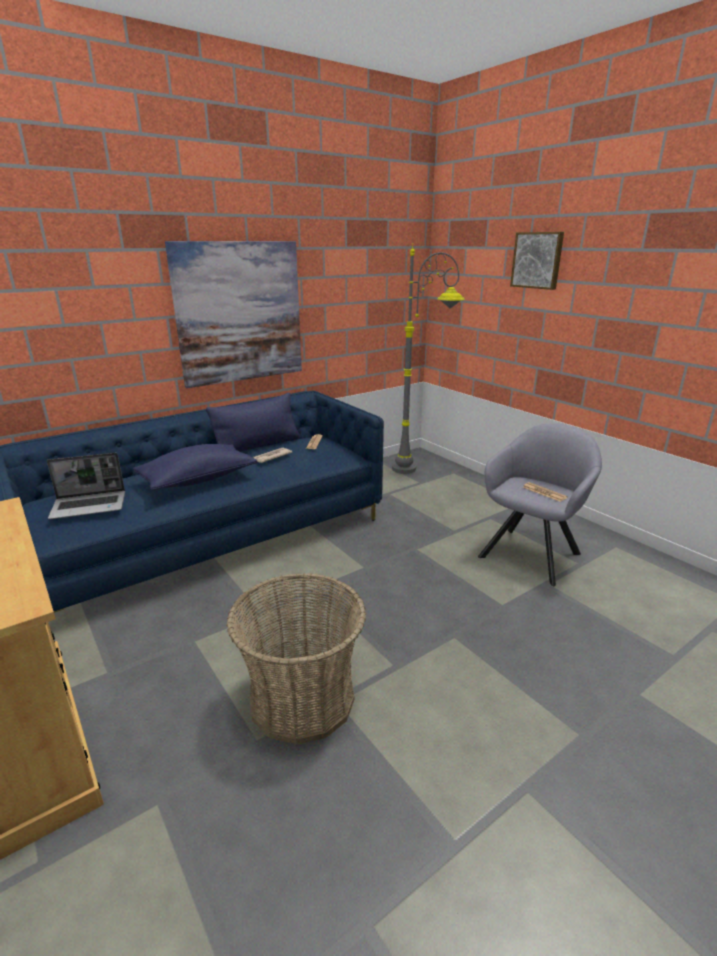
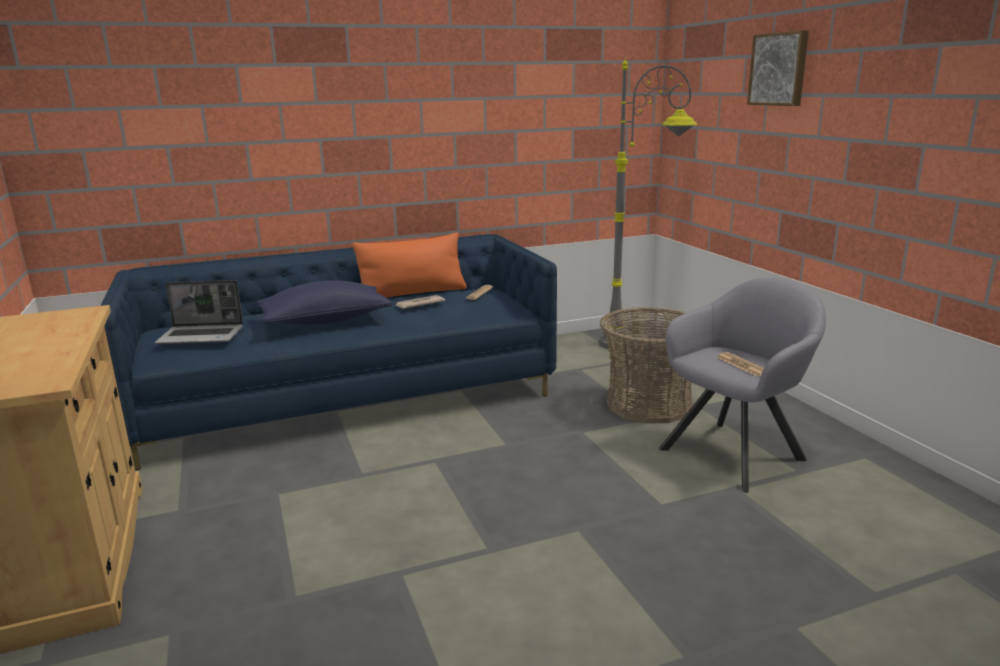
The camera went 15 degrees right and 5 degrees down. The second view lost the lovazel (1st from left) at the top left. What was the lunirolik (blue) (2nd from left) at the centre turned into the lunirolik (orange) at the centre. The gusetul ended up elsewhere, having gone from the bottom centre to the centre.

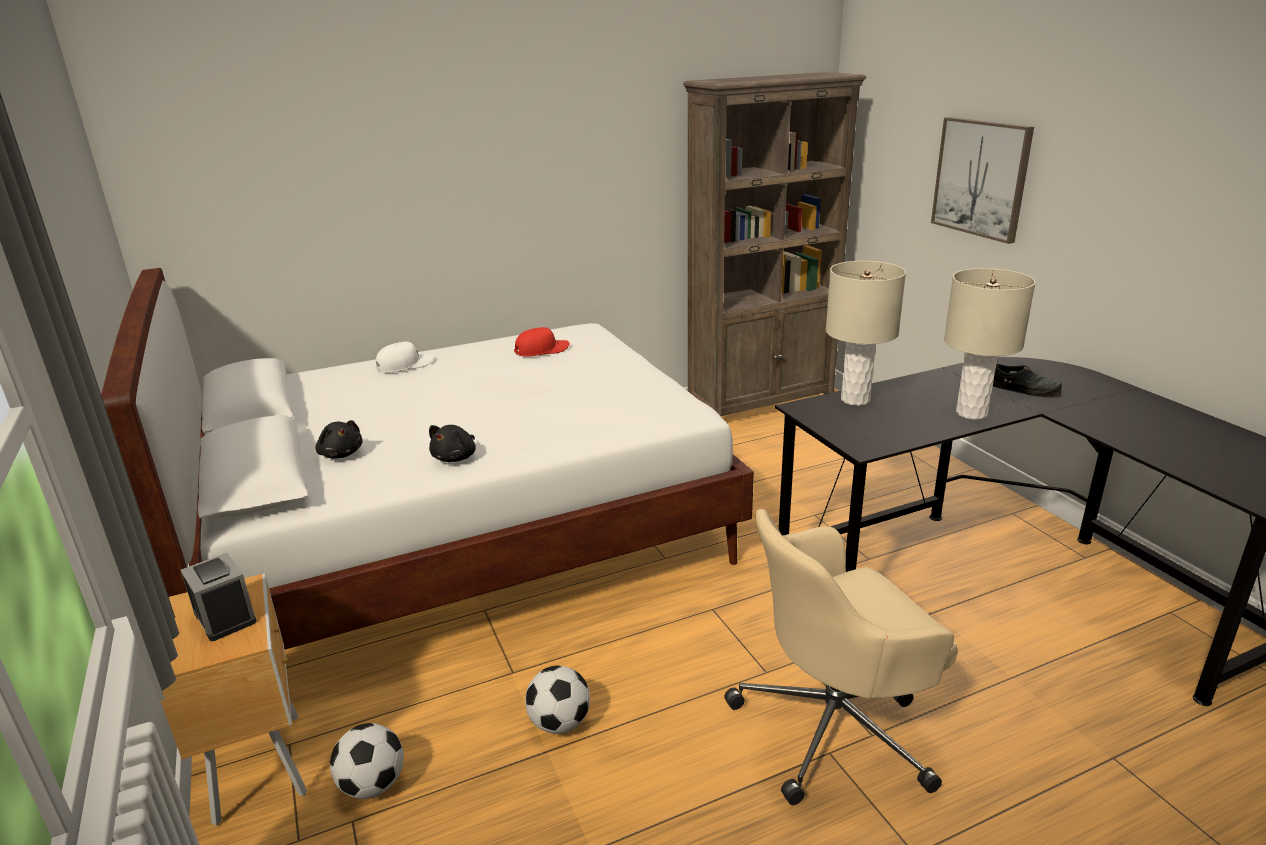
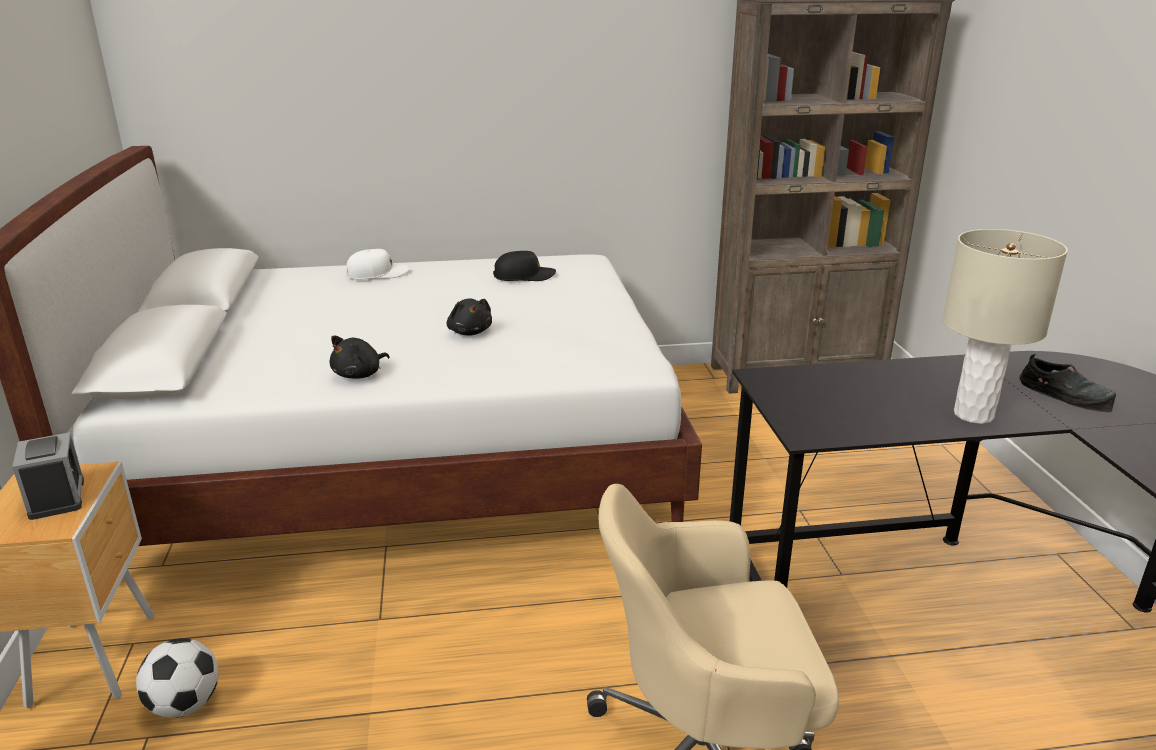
The camera went 15 degrees right and 0 degrees up. The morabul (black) (1st from left in the first image) ended up elsewhere, having gone from the middle left to the centre. What was the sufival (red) at the centre turned into the sufival (black) at the centre. The second view lost the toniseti (2nd from left) at the bottom centre. The second view lost the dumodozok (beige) (1st from left) at the middle right. The second view lost the lovazel at the top right.

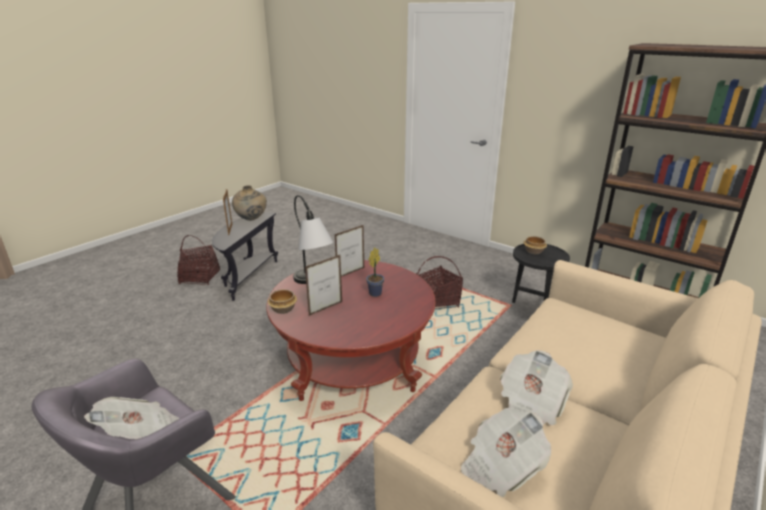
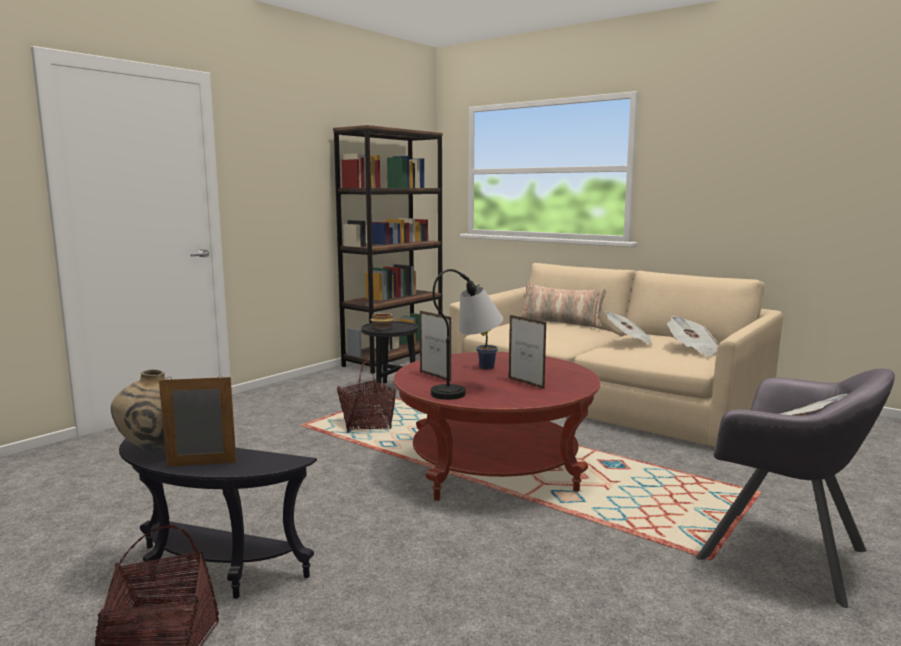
The camera went 90 degrees left and 15 degrees down. The second view lost the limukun (1st from left) at the centre. The second view gained the lunirolik at the centre.

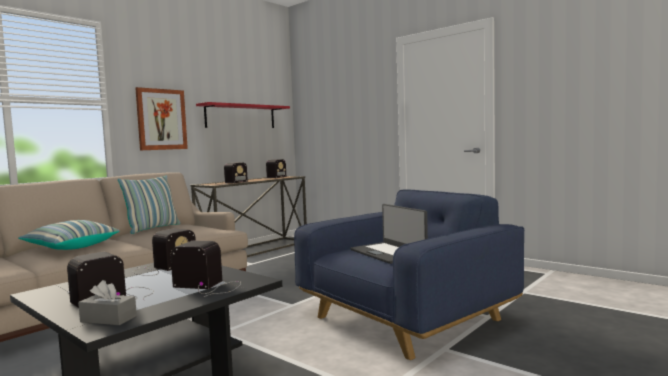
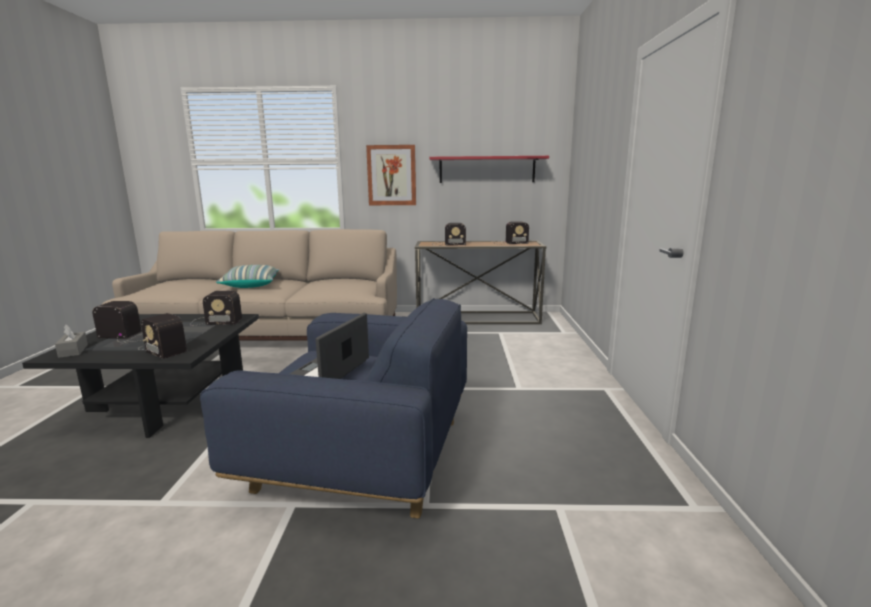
The camera went 50 degrees right and 10 degrees up. The second view lost the lunirolik (2nd from left) at the middle left. The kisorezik (3rd from left in the first image) at the bottom left ended up facing another way, 150 degrees clockwise from before.

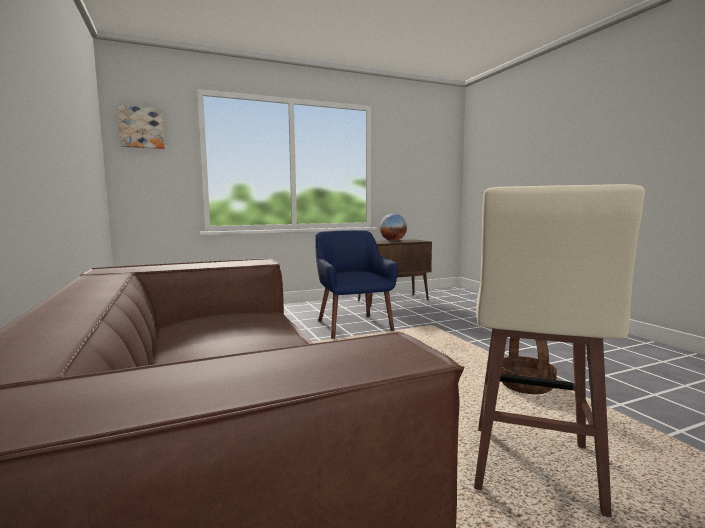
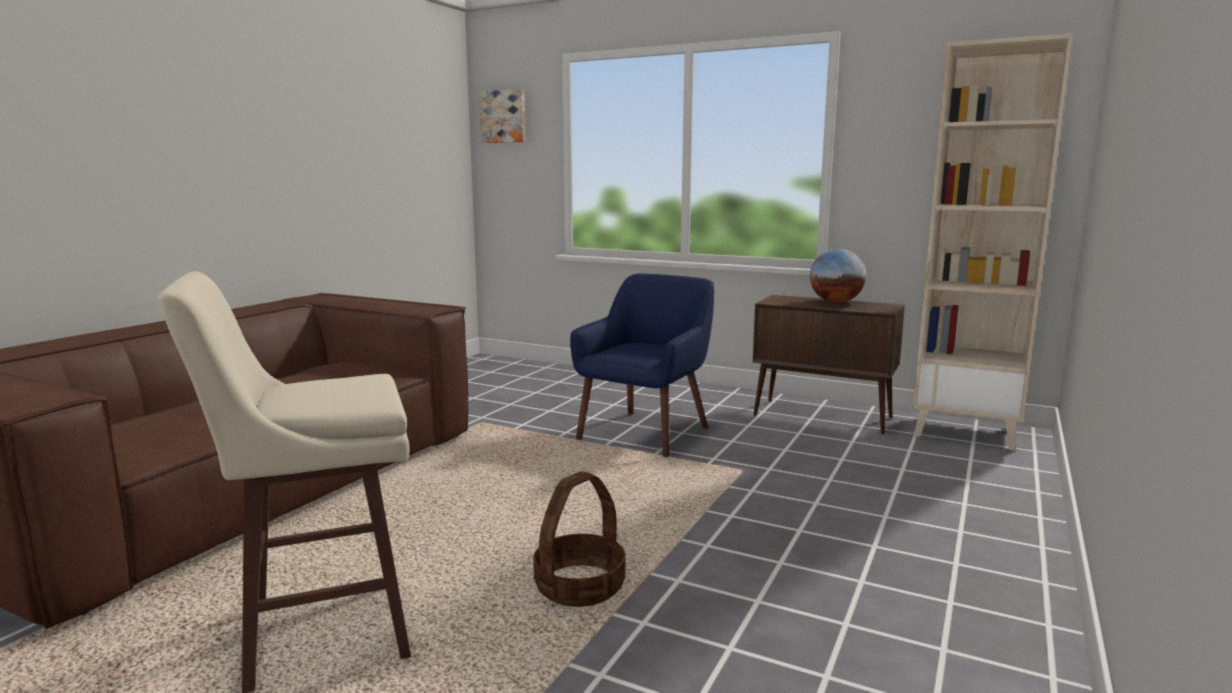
The camera went 50 degrees right and 5 degrees up. The second view gained the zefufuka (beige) at the middle right.

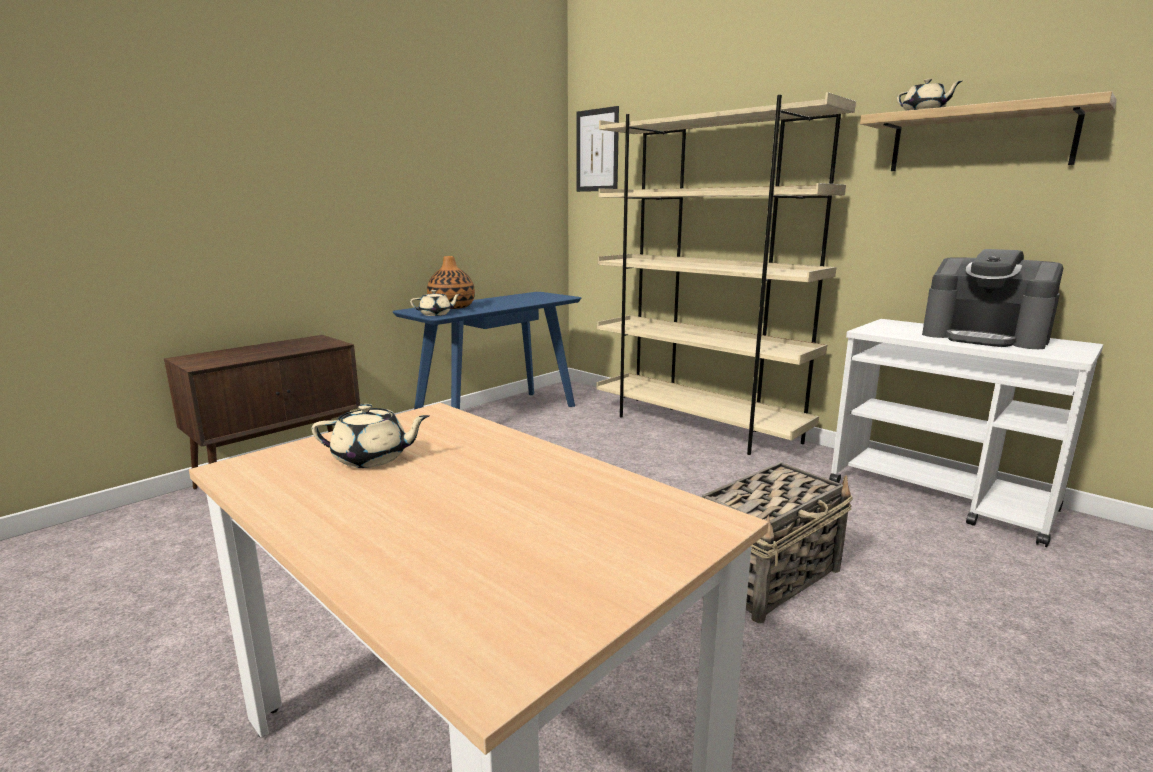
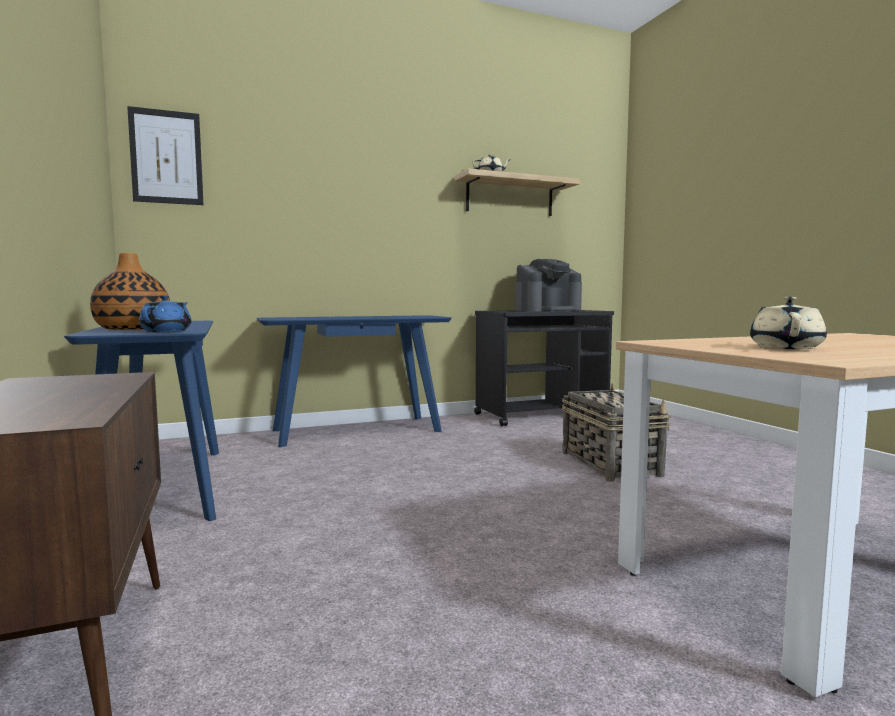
The camera went 65 degrees left and 10 degrees down. What was the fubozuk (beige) (2nd from left) at the centre turned into the fubozuk (blue) at the middle left. Where the zefufuka (beige) stood at the centre, the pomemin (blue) (2nd from left) came to stand at the centre. What was the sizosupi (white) at the middle right turned into the sizosupi (black) at the centre.

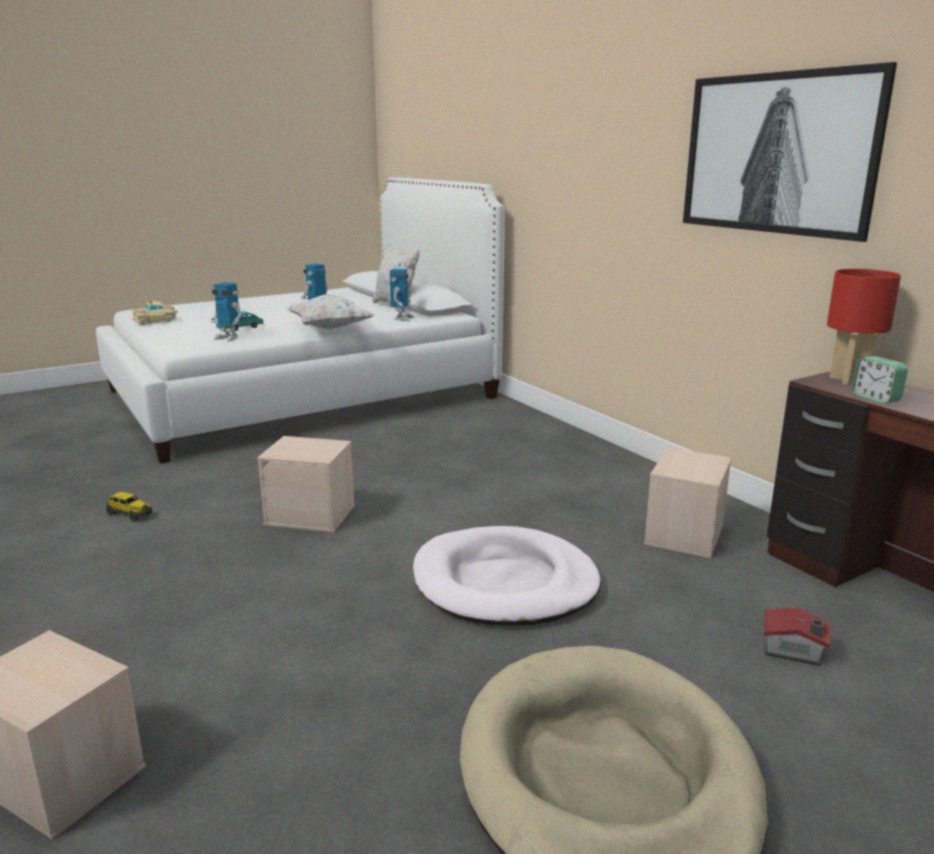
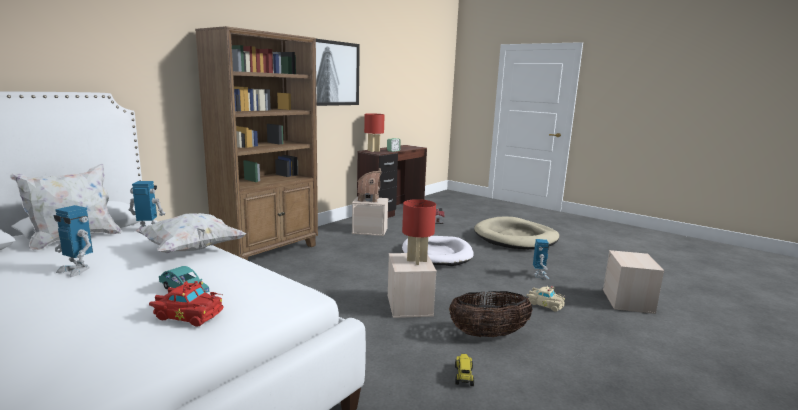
The camera went 110 degrees left and 5 degrees down. The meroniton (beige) ended up elsewhere, having gone from the middle left to the bottom right. The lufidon (1st from left in the first image) ended up elsewhere, having gone from the middle left to the middle right. The second view gained the meroniton (red) at the bottom left. The second view gained the zefufuka (brown) at the middle left. The second view gained the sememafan (1st from left) at the centre. The second view gained the dumodozok (red) (2nd from left) at the centre. The second view gained the gusetul at the bottom centre.

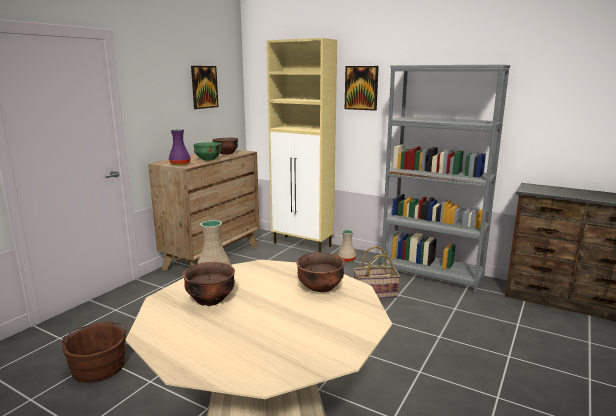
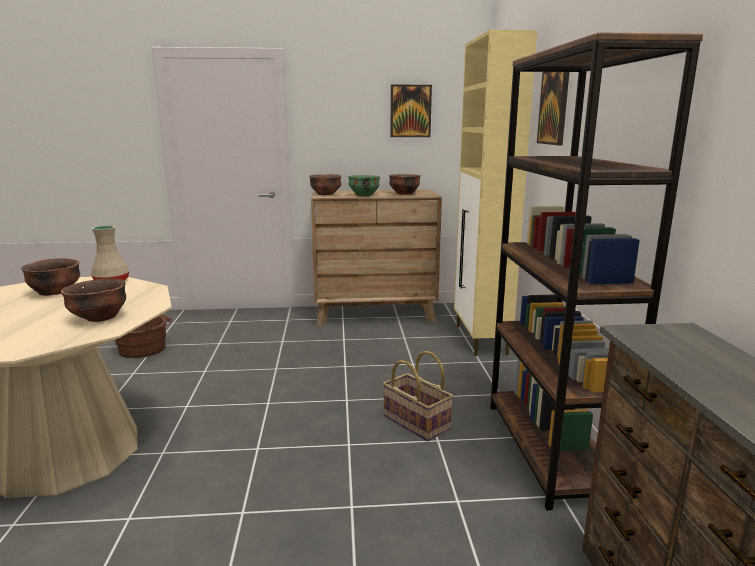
The camera went 55 degrees right and 0 degrees up. Where the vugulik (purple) stood at the middle left, the limukun (brown) (3rd from left) came to stand at the top centre. The second view lost the vugulik (beige) (2nd from left) at the centre. What was the zefufuka (grey) at the middle right turned into the zefufuka (brown) at the middle right.

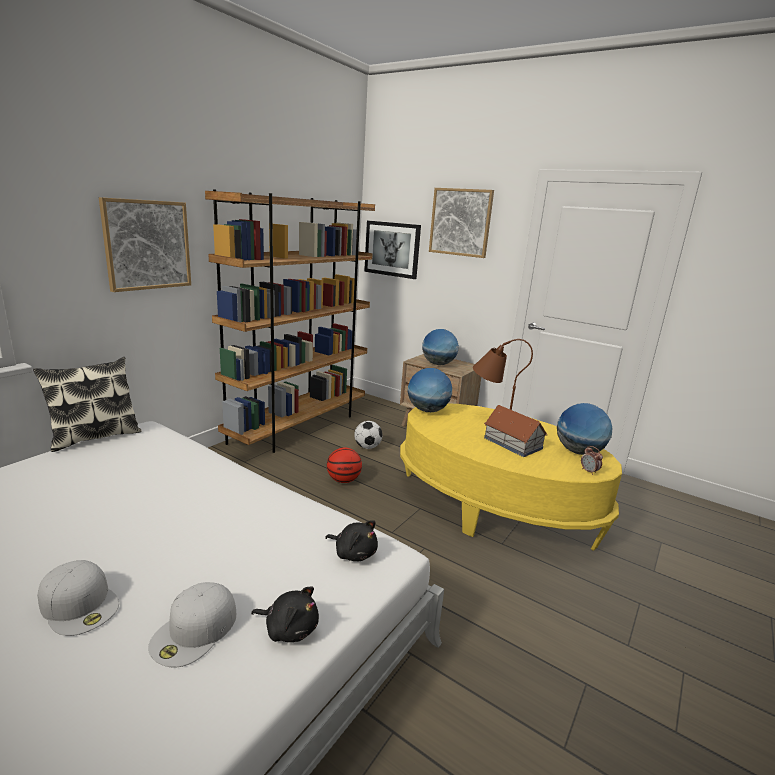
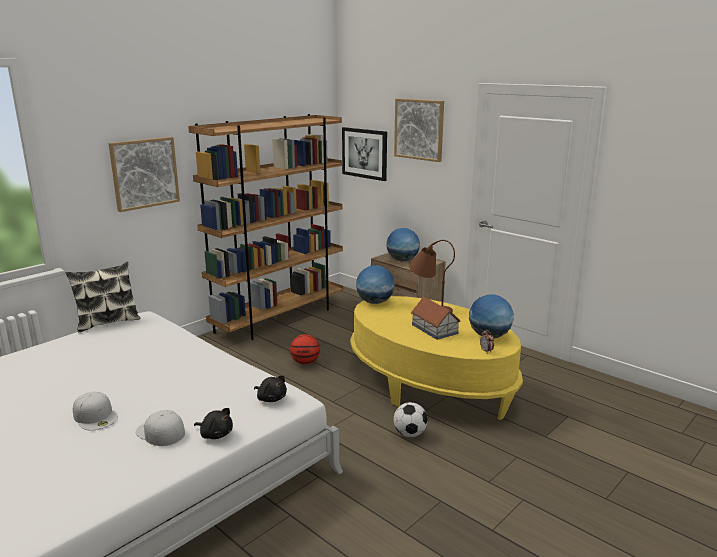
The camera went 10 degrees right and 0 degrees up. The sufival (white) (2nd from left) at the bottom left ended up facing another way, 90 degrees clockwise from before. The toniseti ended up elsewhere, having gone from the centre to the bottom centre.

